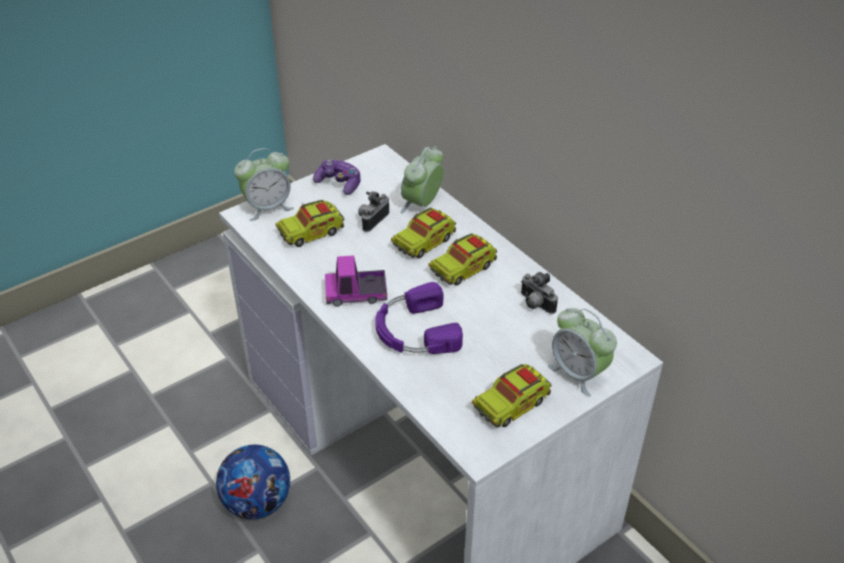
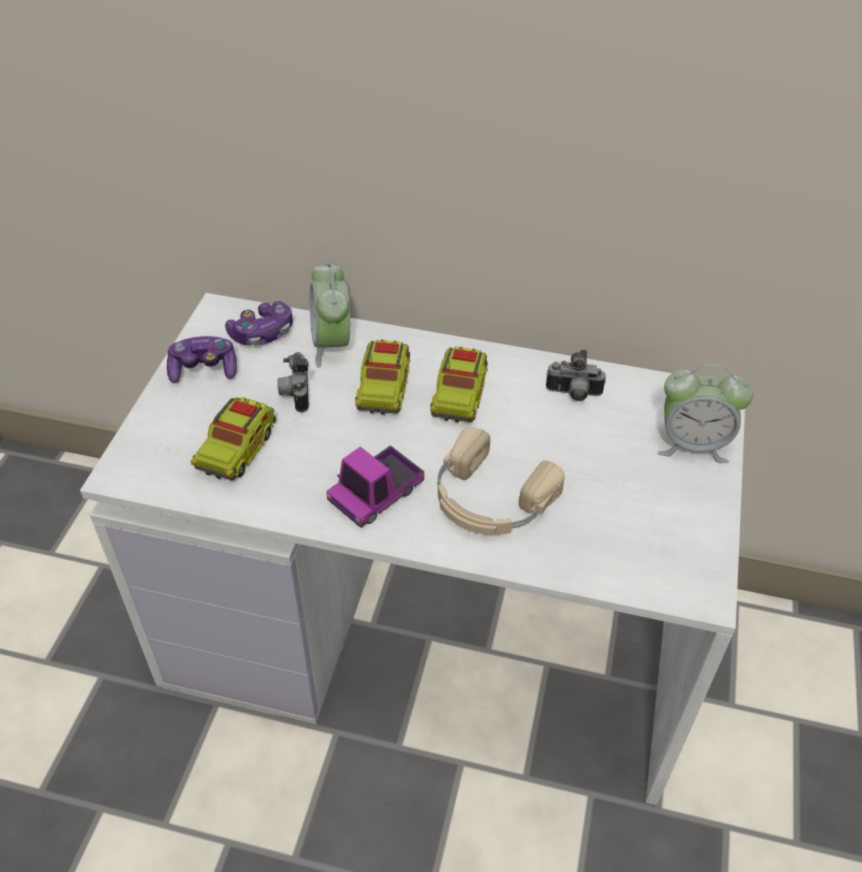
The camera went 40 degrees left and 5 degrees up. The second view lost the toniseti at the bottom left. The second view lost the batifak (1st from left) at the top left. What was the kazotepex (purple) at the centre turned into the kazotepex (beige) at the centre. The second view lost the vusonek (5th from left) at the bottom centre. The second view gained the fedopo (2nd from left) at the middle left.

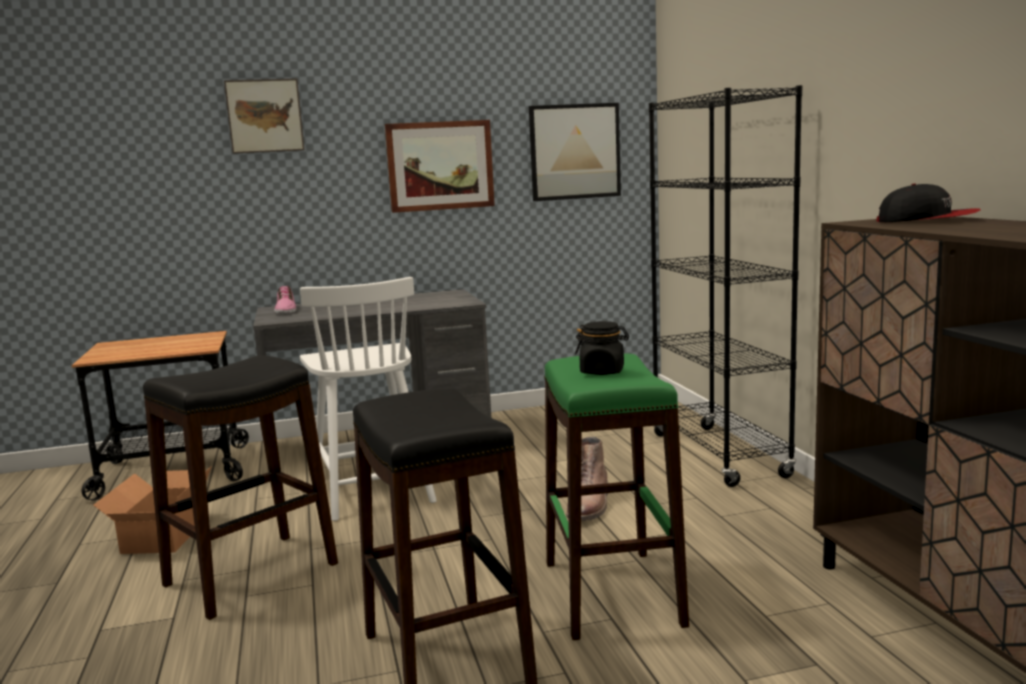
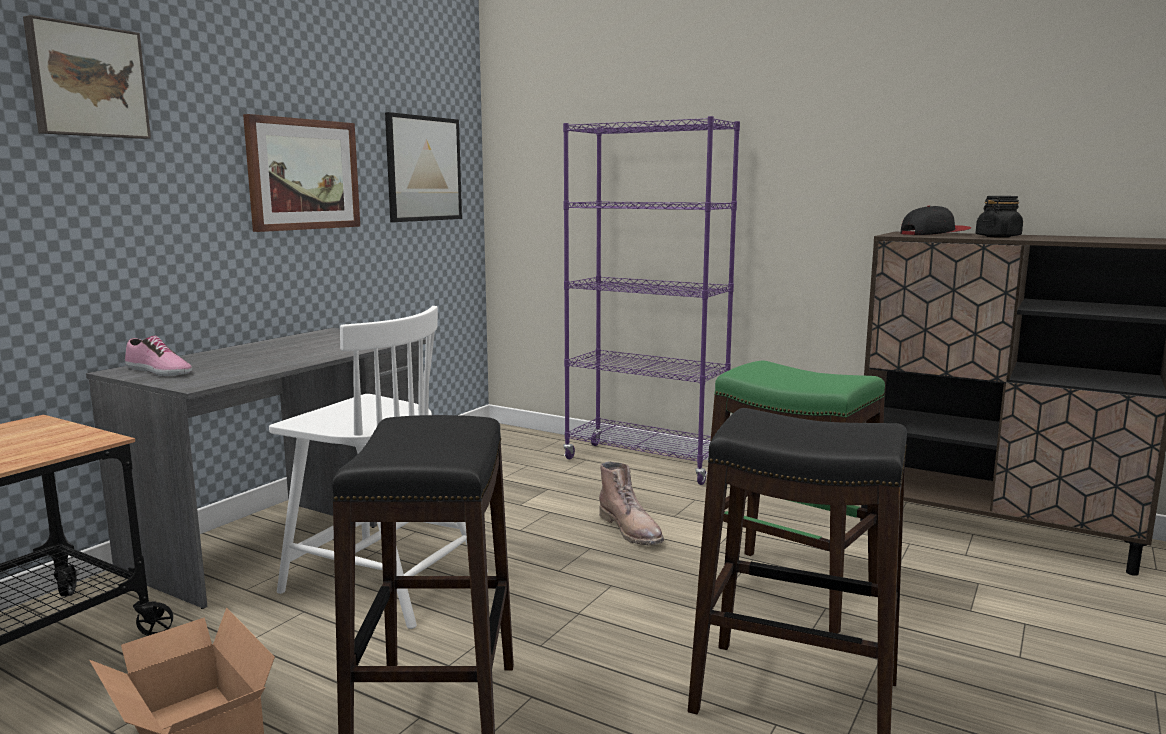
The camera went 45 degrees left and 0 degrees up. The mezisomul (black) ended up elsewhere, having gone from the centre to the top right. What was the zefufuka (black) at the middle right turned into the zefufuka (purple) at the centre.

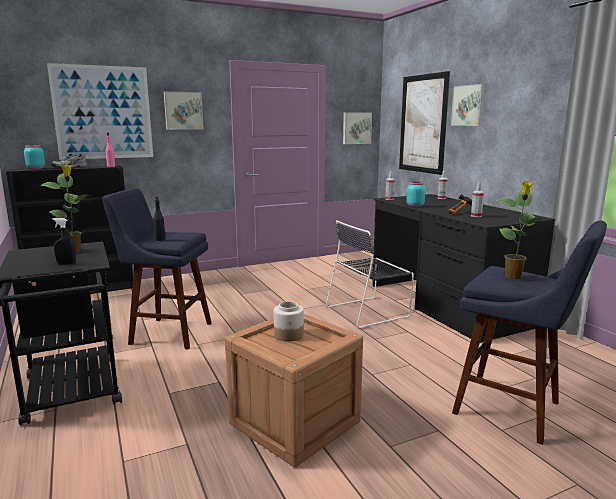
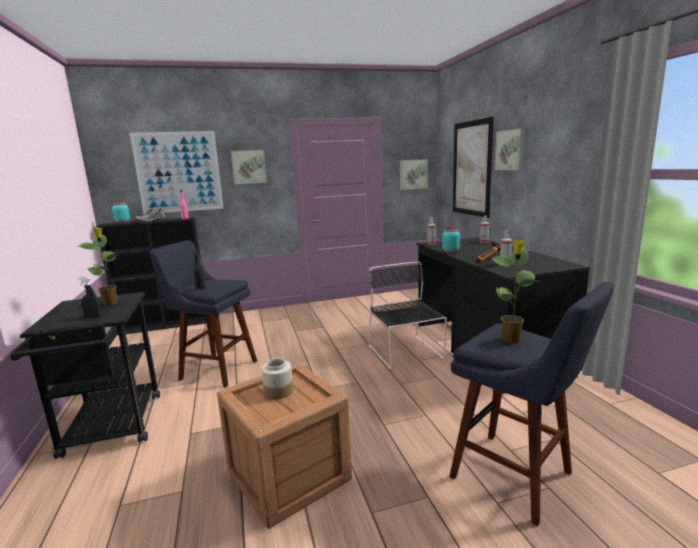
The camera went 10 degrees right and 0 degrees up. The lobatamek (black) at the centre ended up facing another way, 90 degrees clockwise from before.

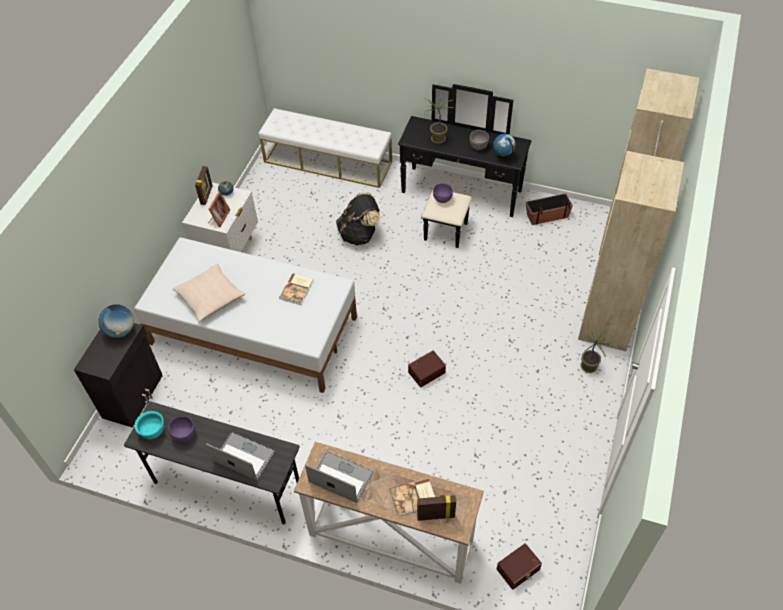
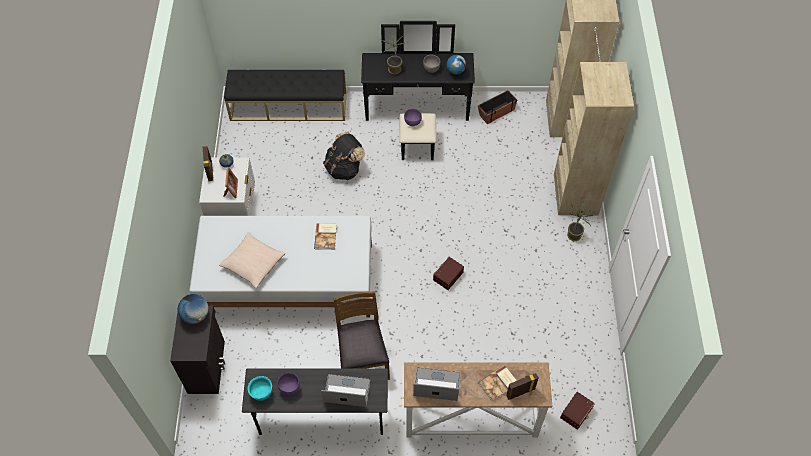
The camera went 20 degrees left and 5 degrees up. What was the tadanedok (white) at the top centre turned into the tadanedok (black) at the top centre. The second view gained the lobatamek (brown) at the bottom centre.

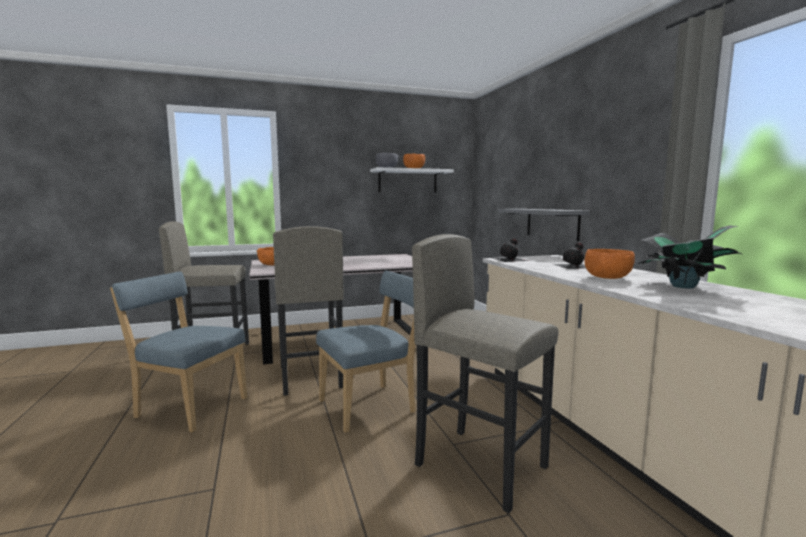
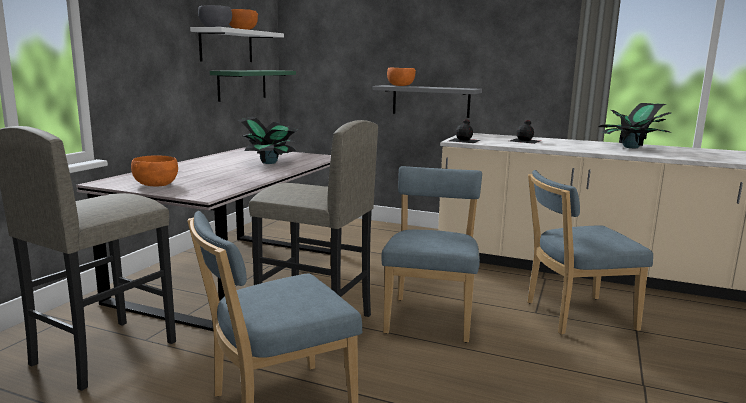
The camera went 50 degrees left and 5 degrees up. Where the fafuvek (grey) (3rd from left) stood at the bottom centre, the lobatamek (blue) (3rd from left) came to stand at the middle right. The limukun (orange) (3rd from left) ended up elsewhere, having gone from the middle right to the top centre. The second view gained the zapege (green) at the top centre. The second view gained the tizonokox (1st from left) at the centre.

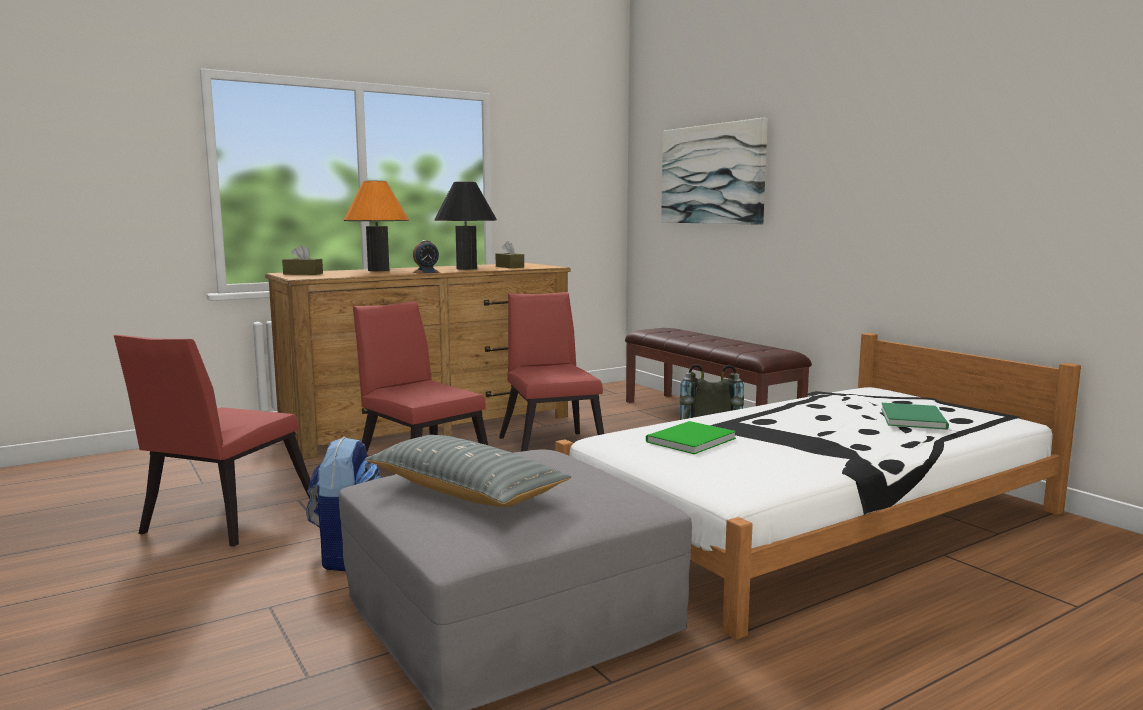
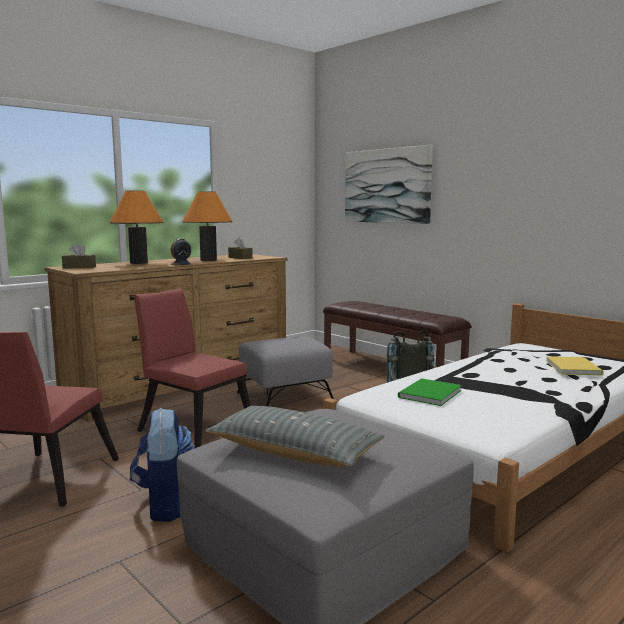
The camera went 10 degrees left and 0 degrees up. What was the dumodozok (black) at the top centre turned into the dumodozok (orange) (2nd from left) at the middle left. Where the lobatamek (red) (3rd from left) stood at the centre, the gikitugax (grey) (1st from left) came to stand at the centre. What was the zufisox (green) (2nd from left) at the middle right turned into the zufisox (yellow) at the middle right.

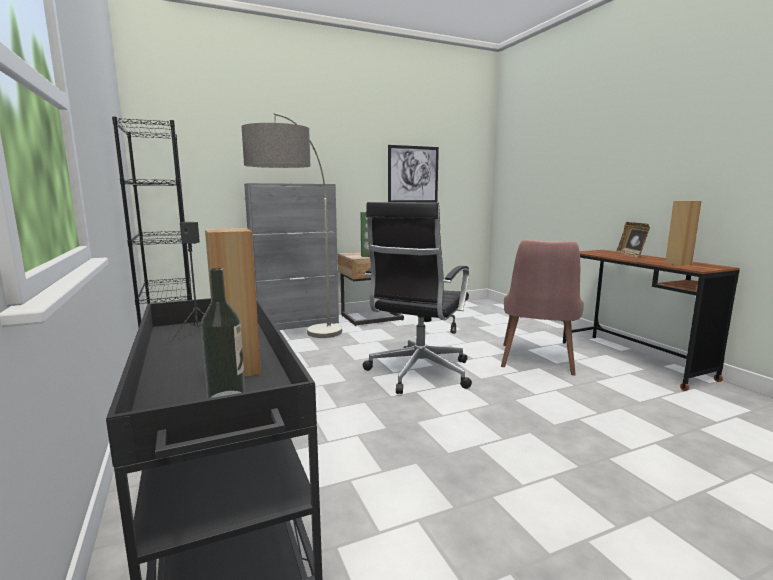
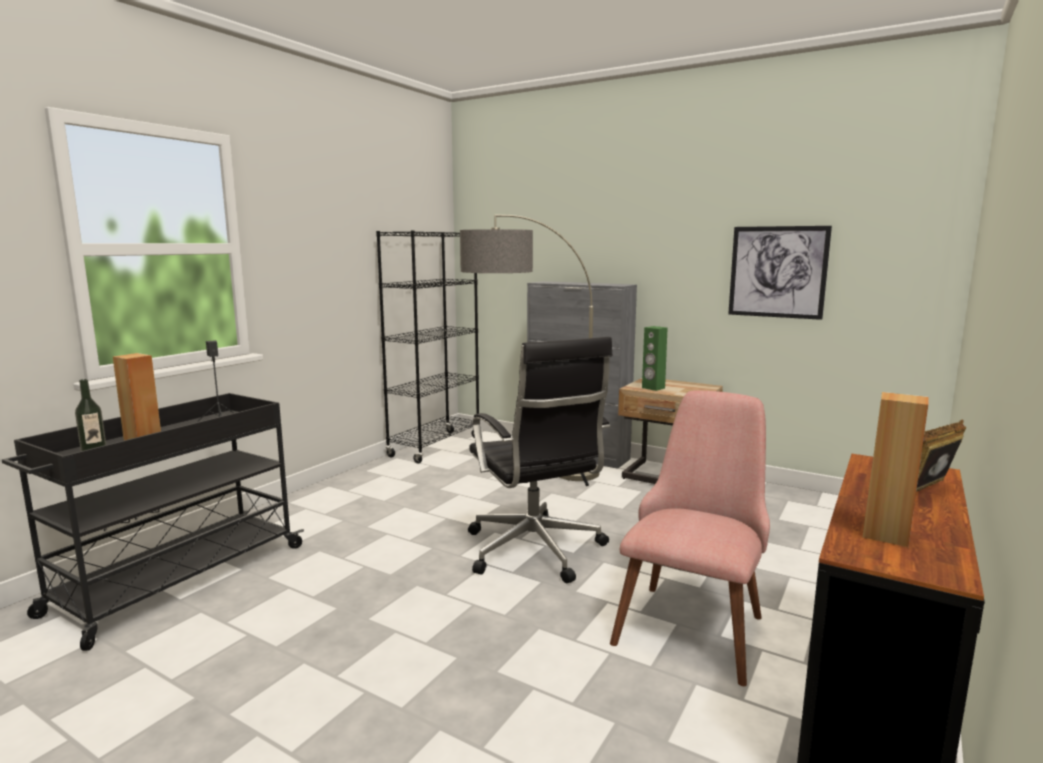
The camera went 55 degrees right and 0 degrees up. The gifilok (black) at the centre ended up facing another way, 105 degrees counterclockwise from before. The lobatamek (pink) at the middle right ended up facing another way, 135 degrees clockwise from before.

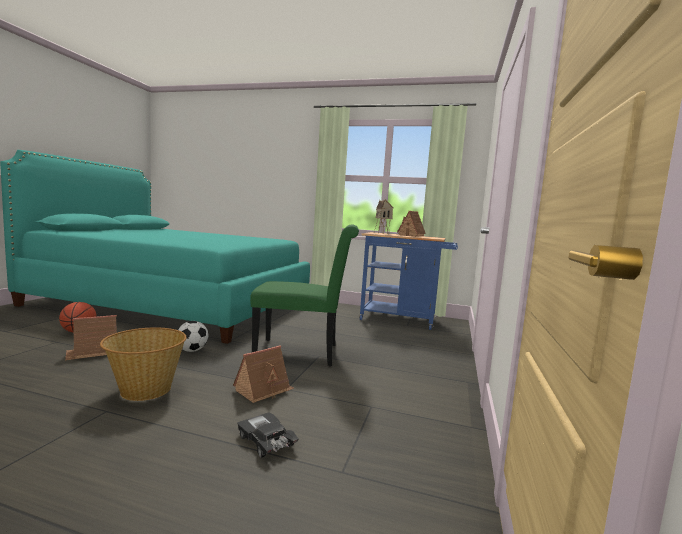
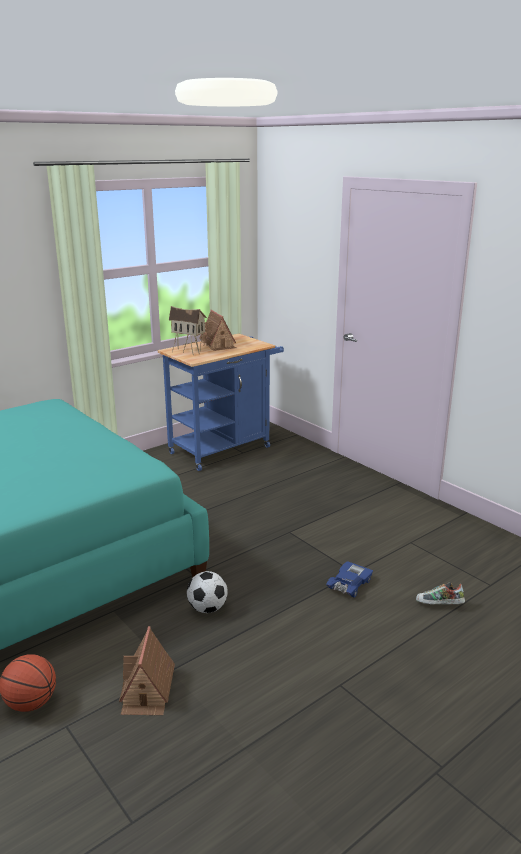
The camera went 55 degrees left and 15 degrees up. The second view lost the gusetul at the bottom left. Where the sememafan (2nd from left) stood at the bottom centre, the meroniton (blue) came to stand at the bottom right. Where the meroniton (black) stood at the bottom centre, the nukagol came to stand at the bottom right. The second view lost the lobatamek (green) at the centre.

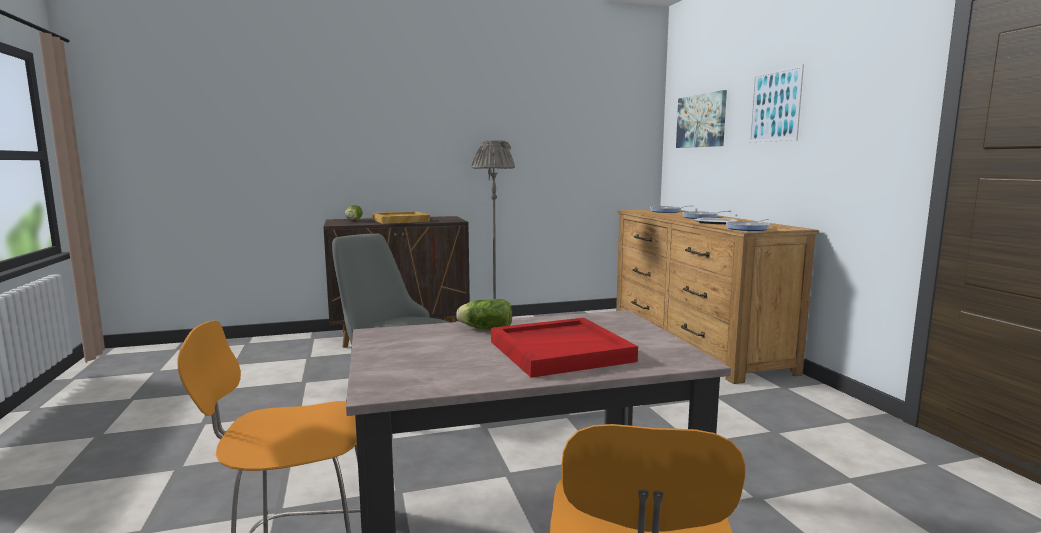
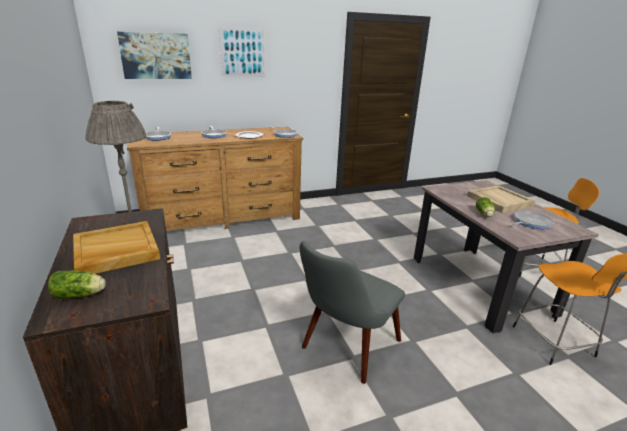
The camera went 95 degrees left and 15 degrees up. What was the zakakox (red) at the centre turned into the zakakox (beige) (2nd from left) at the middle right. The second view gained the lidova (4th from left) at the middle right.

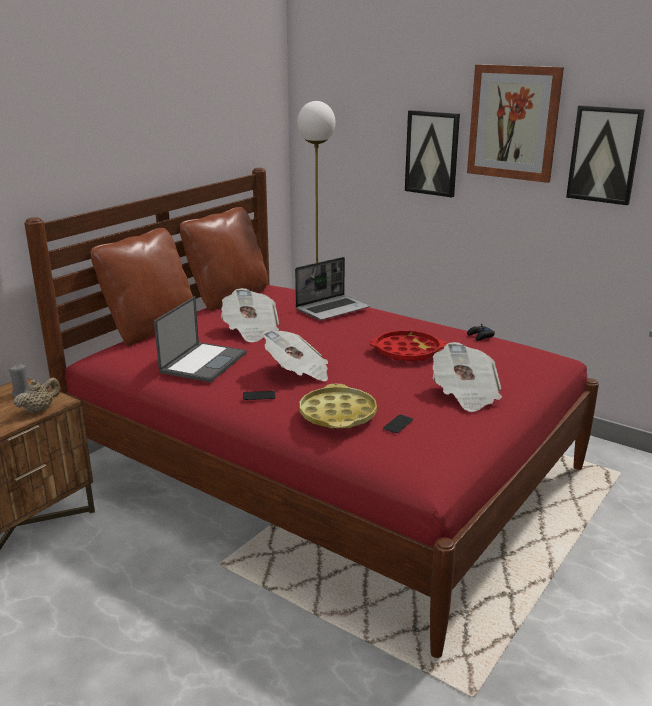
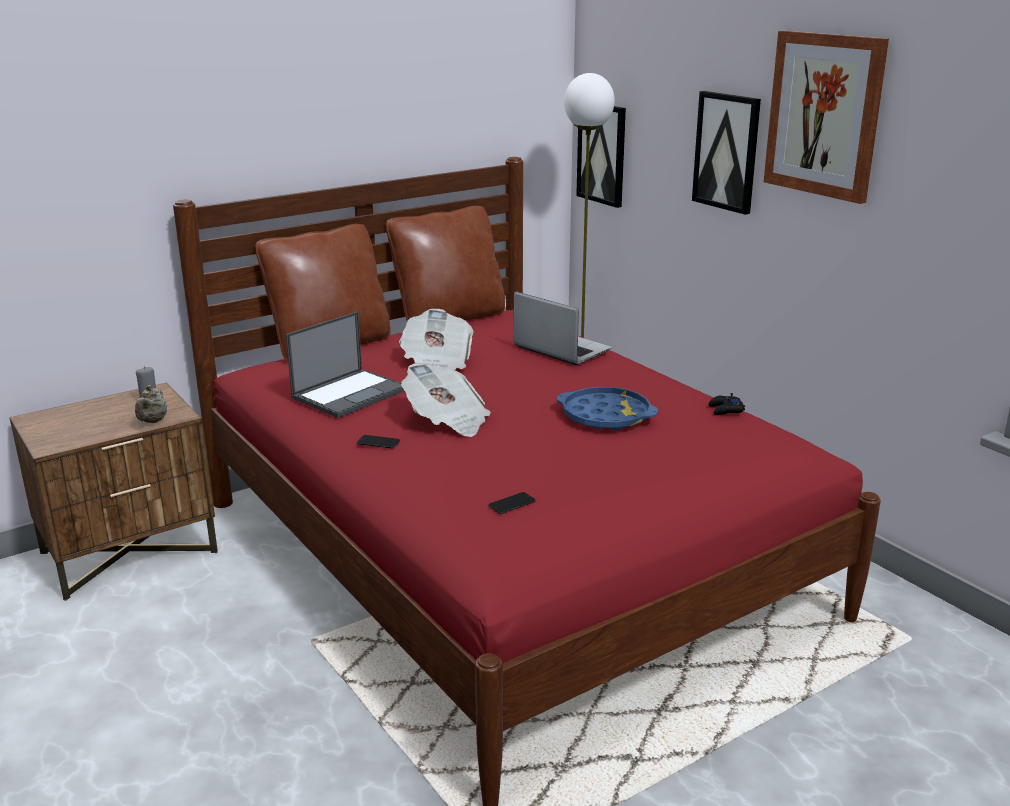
The camera went 20 degrees right and 0 degrees up. The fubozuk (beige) at the middle left ended up facing another way, 120 degrees clockwise from before. The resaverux (2nd from left) at the centre ended up facing another way, 120 degrees counterclockwise from before. The second view lost the zakakox (yellow) at the centre. What was the zakakox (red) at the centre turned into the zakakox (blue) at the centre. The second view lost the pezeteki (3rd from left) at the middle right. The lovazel (3rd from left in the first image) ended up elsewhere, having gone from the top right to the top centre.

